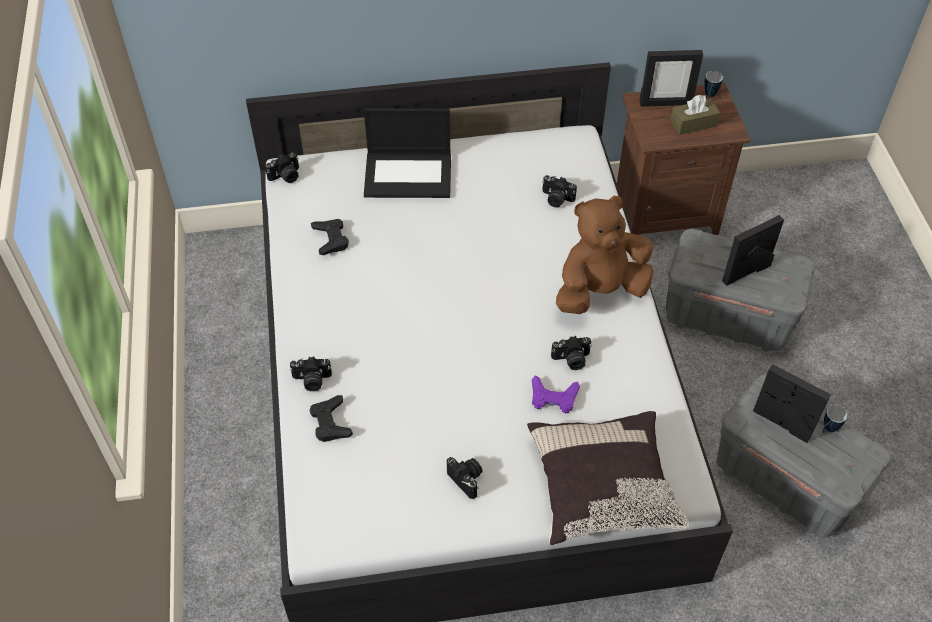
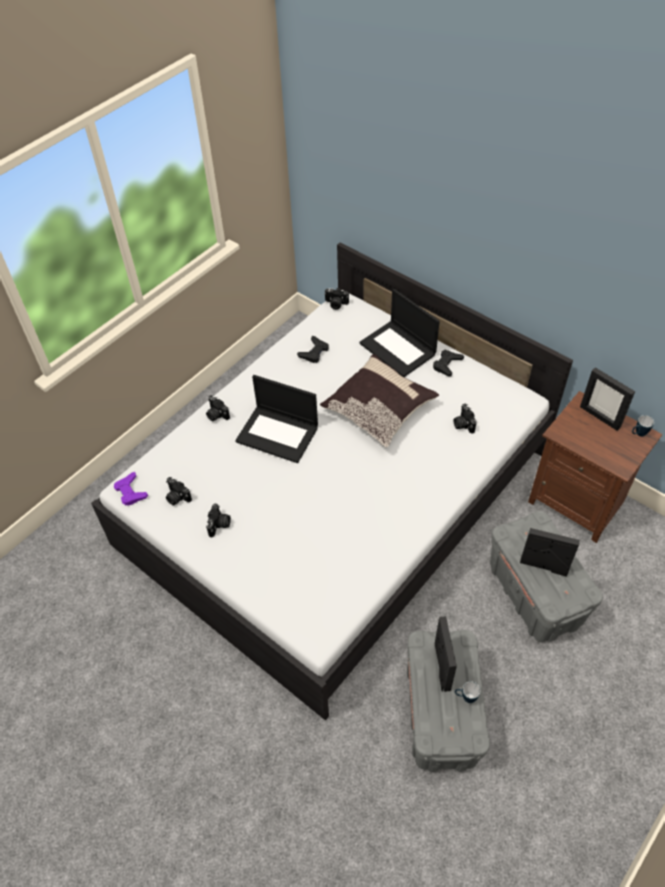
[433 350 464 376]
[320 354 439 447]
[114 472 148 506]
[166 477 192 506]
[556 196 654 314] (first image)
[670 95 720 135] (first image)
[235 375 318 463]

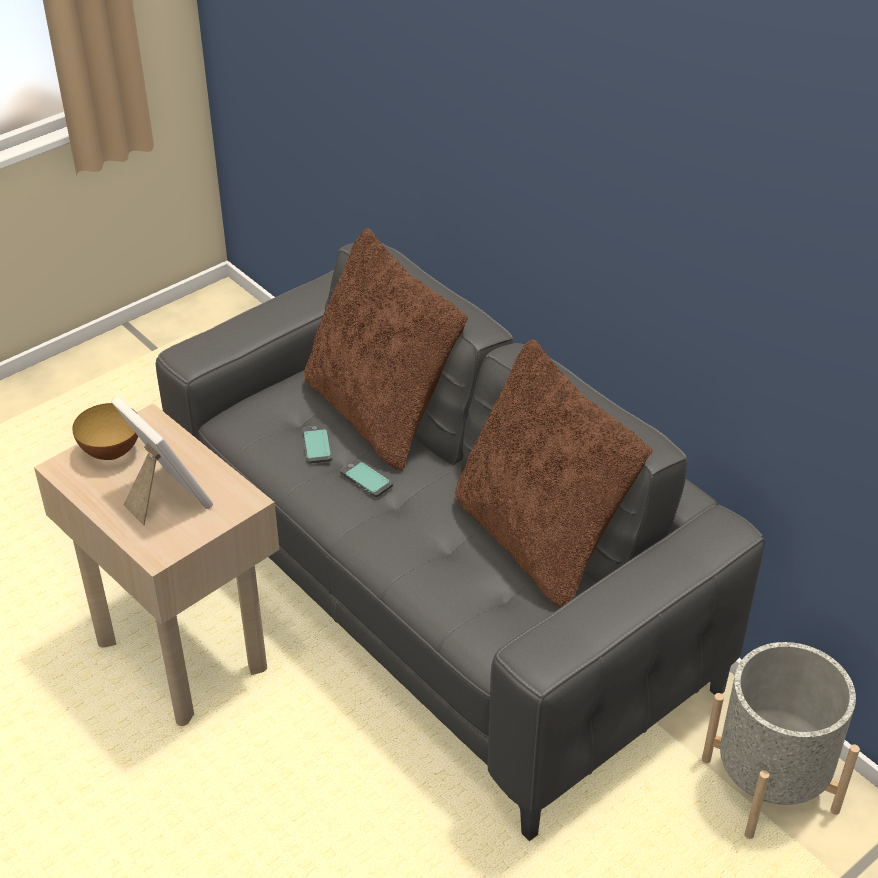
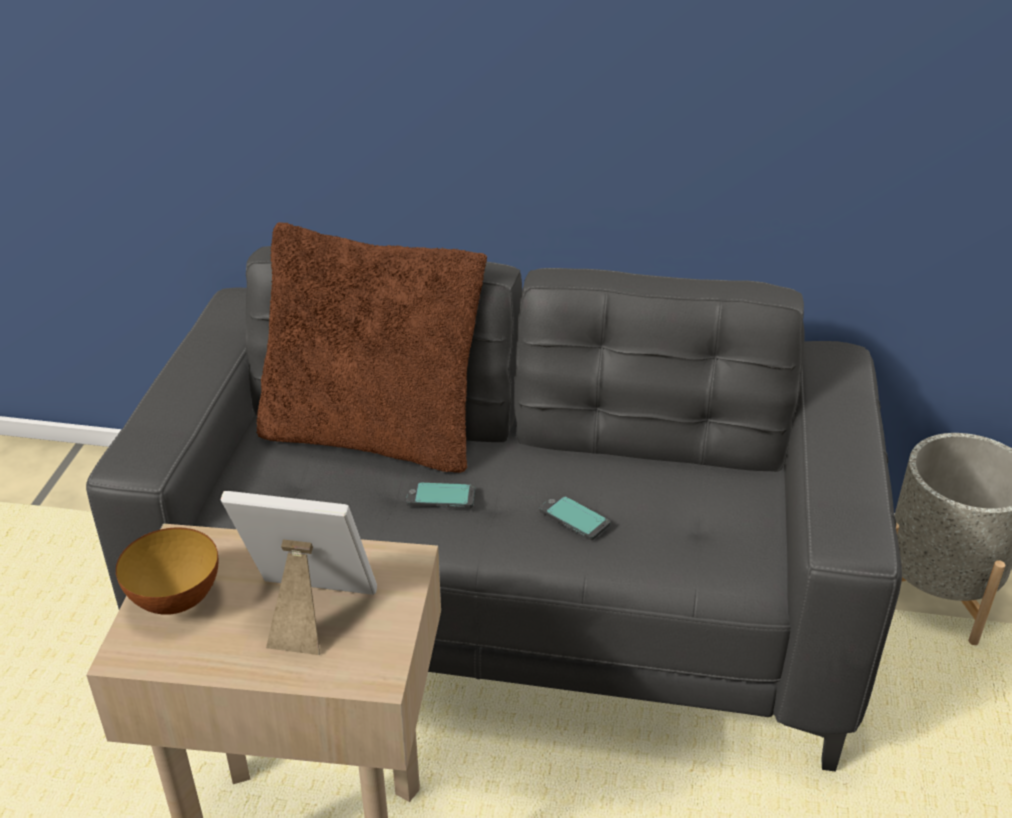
[539 493 611 540]
[455 339 653 608] (first image)

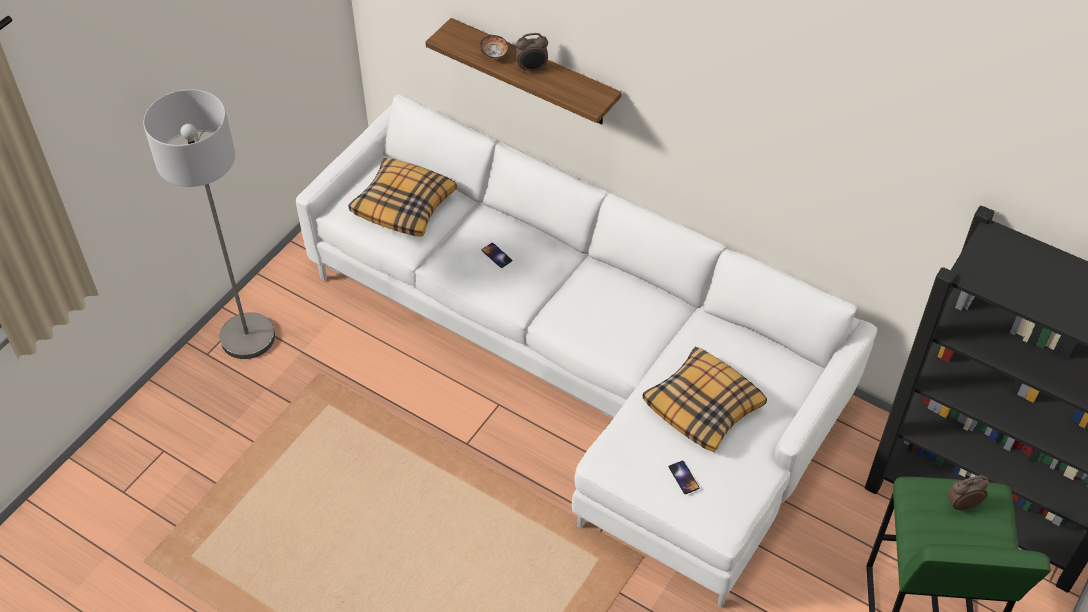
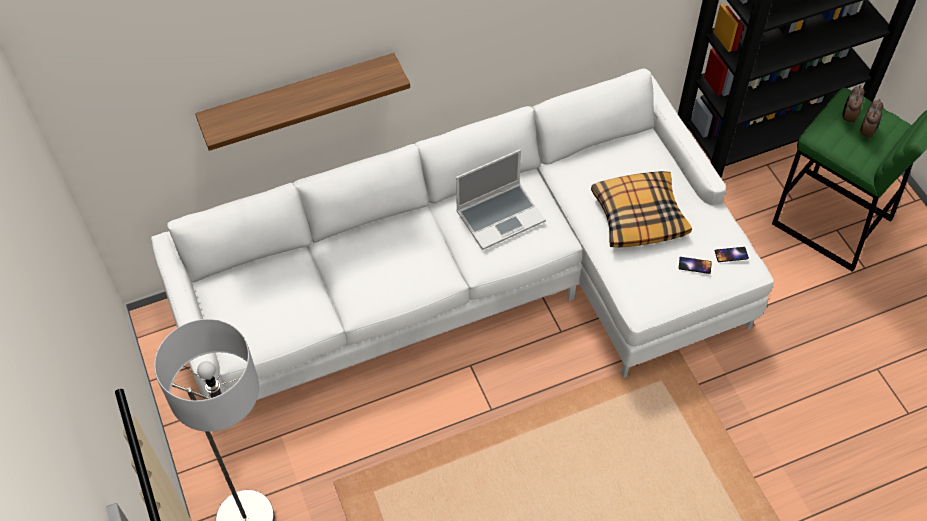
[348 158 457 237] (first image)
[480 35 509 59] (first image)
[715 247 749 262]
[860 99 884 140]
[456 149 546 250]

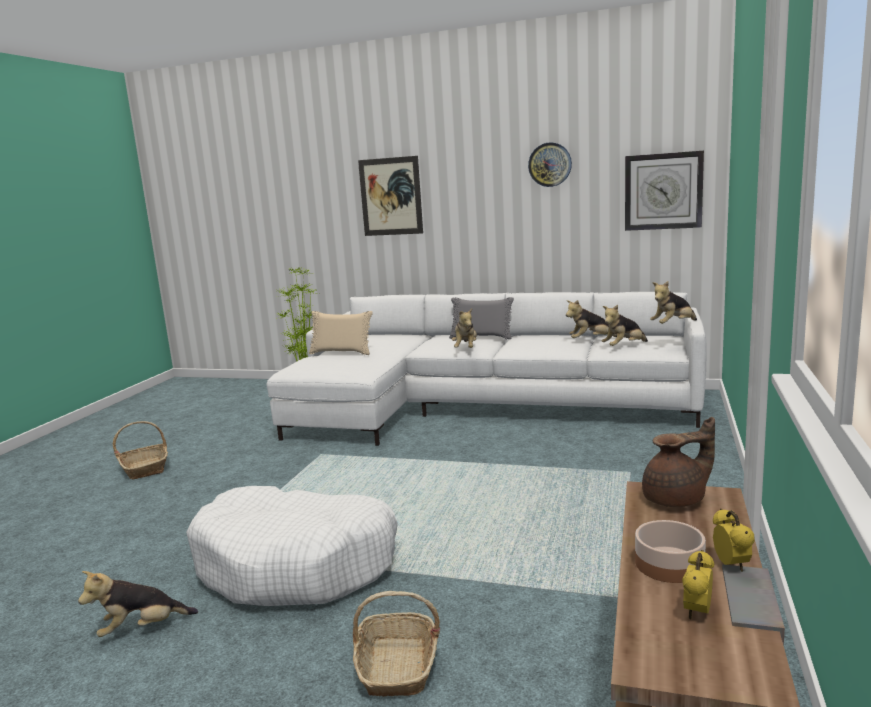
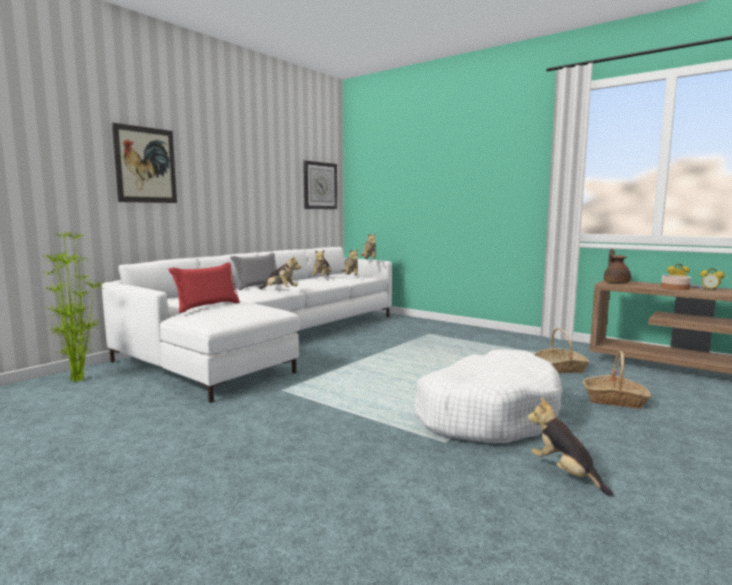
[528 398 613 497]
[534 328 590 373]
[168 263 240 313]
[528 142 572 187] (first image)

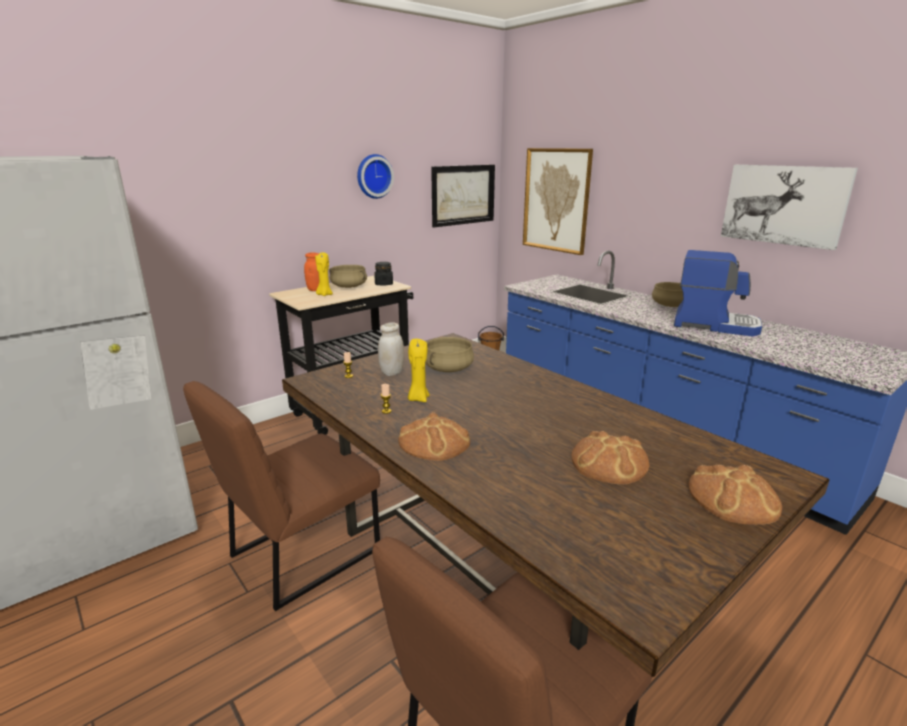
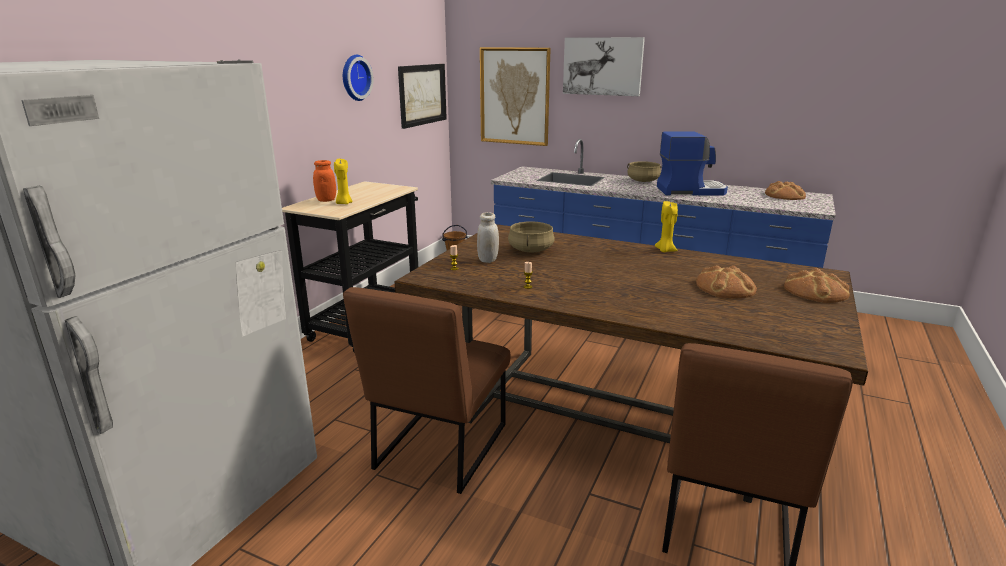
[329 265 367 288] (first image)
[375 262 393 286] (first image)
[765 181 806 200]
[655 201 678 252]
[563 37 645 96]

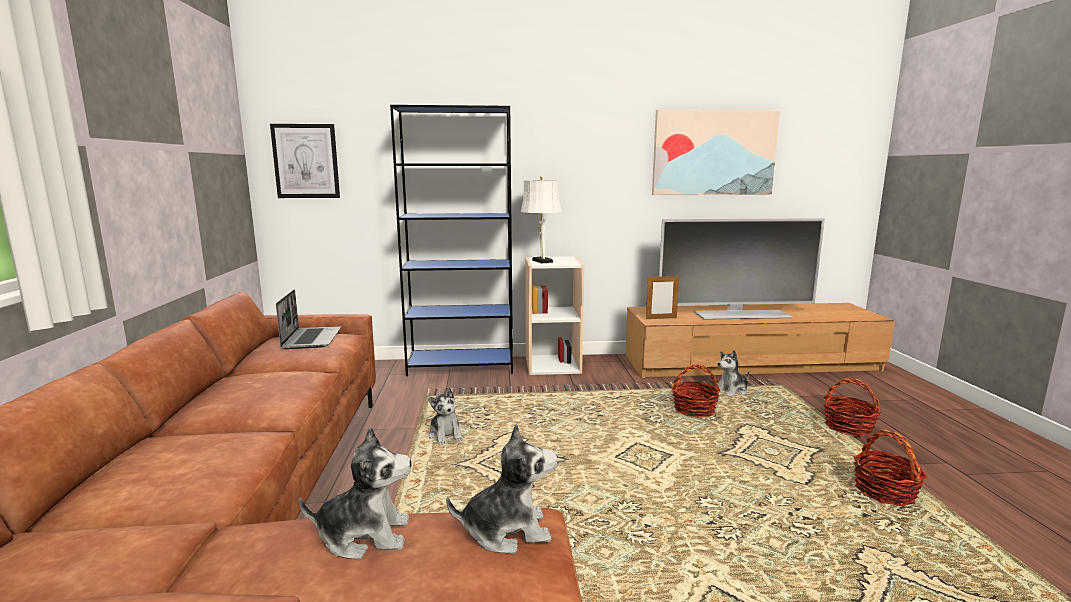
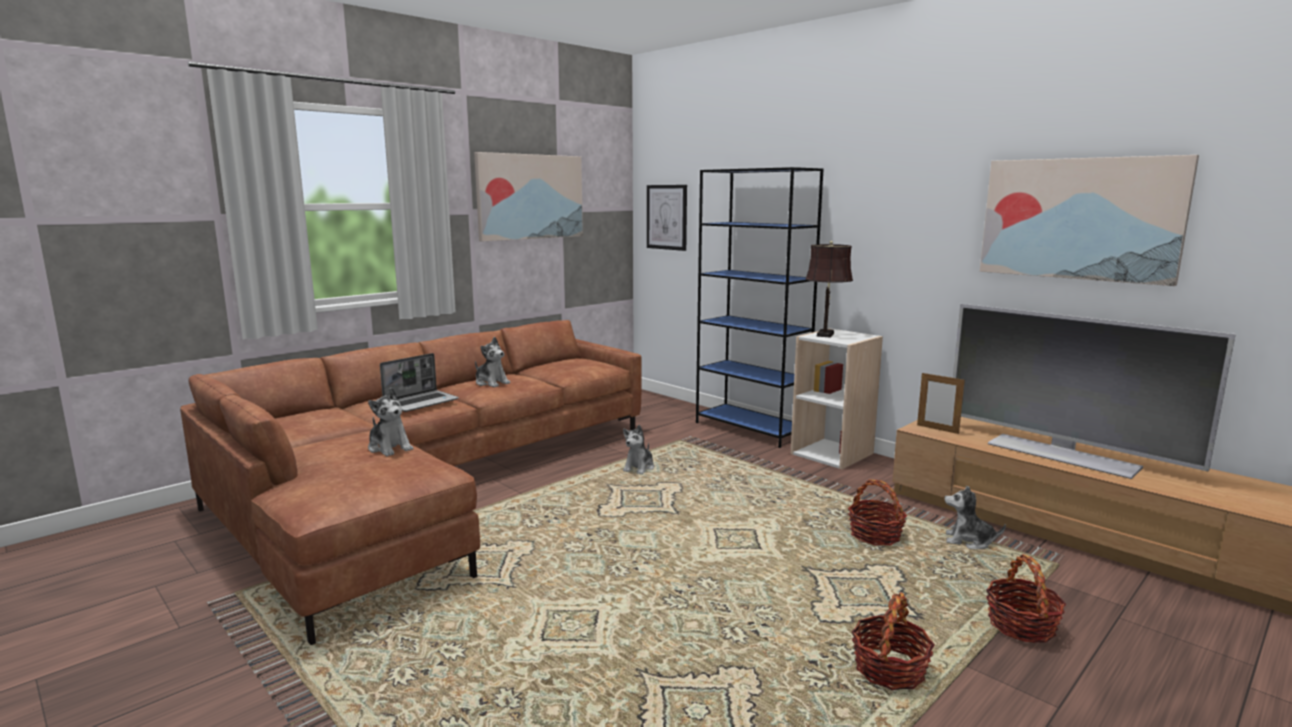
[380 353 459 412]
[475 337 510 387]
[806 241 853 338]
[474 152 583 241]

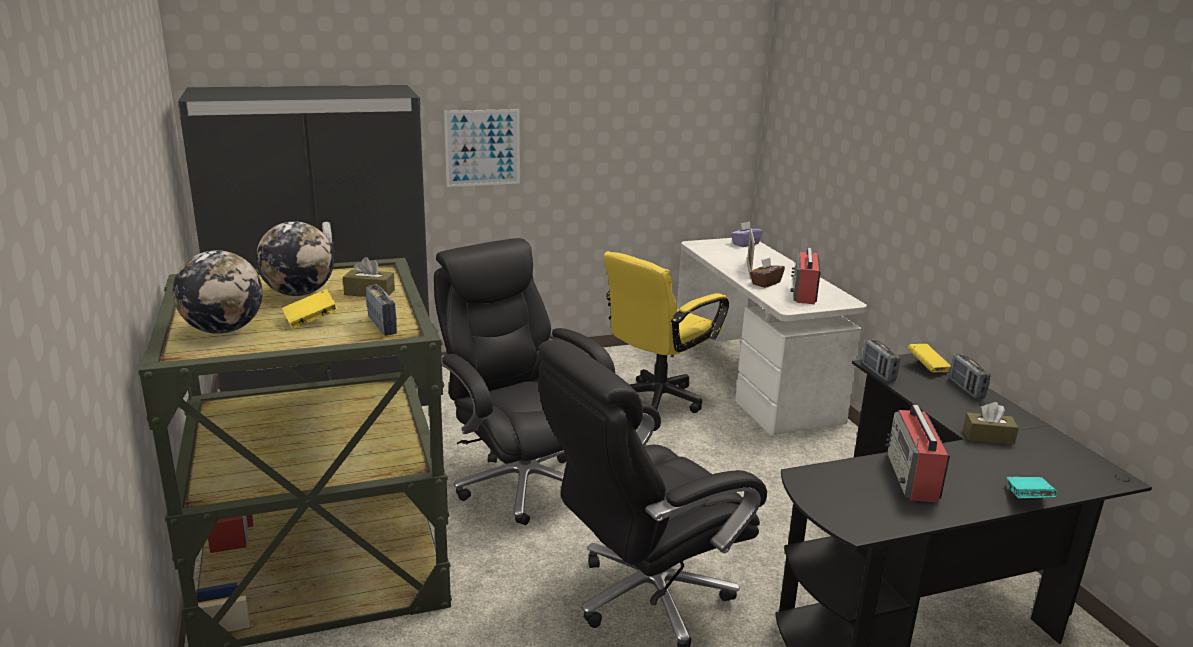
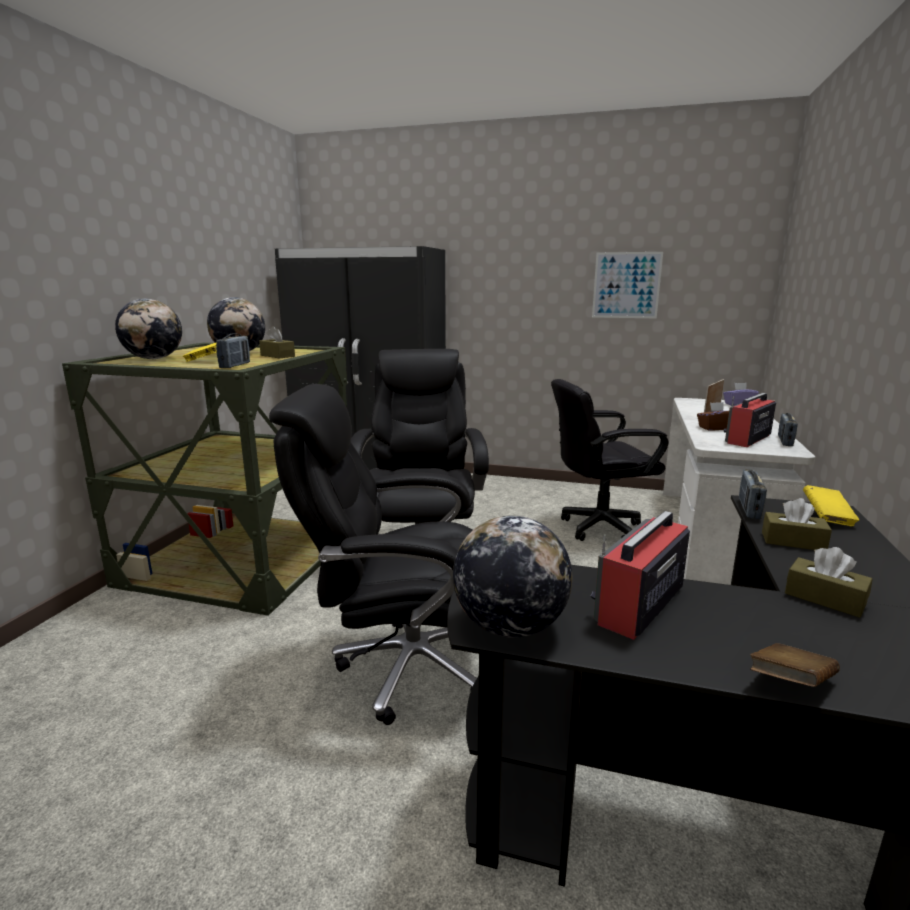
[592 252 663 318]
[551 379 669 541]
[778 413 798 446]
[750 643 840 687]
[453 515 572 638]
[762 498 832 550]

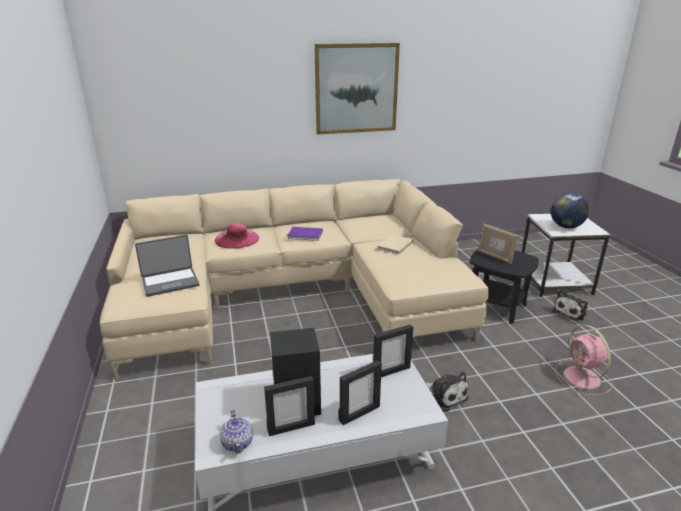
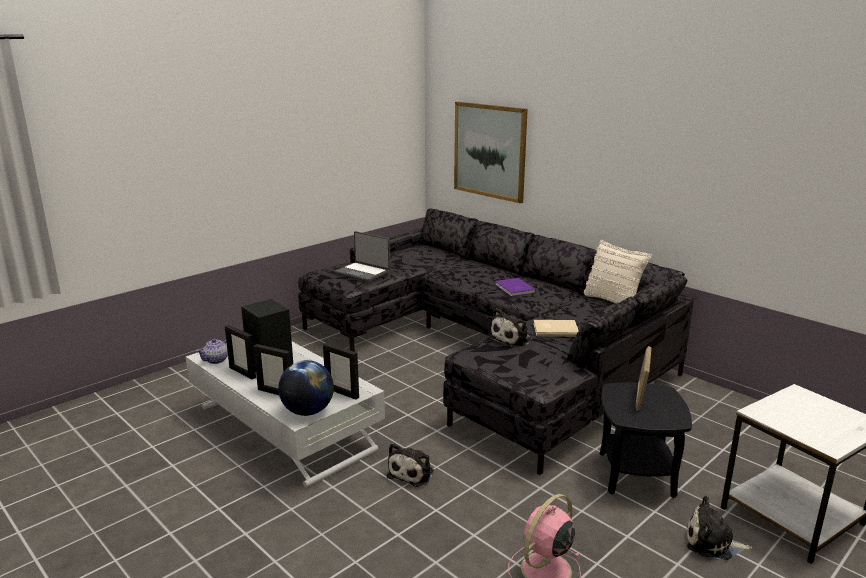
[298 208 694 475]
[215 223 259 249] (first image)
[454 102 528 203]
[278 360 334 416]
[489 308 532 348]
[584 240 652 303]

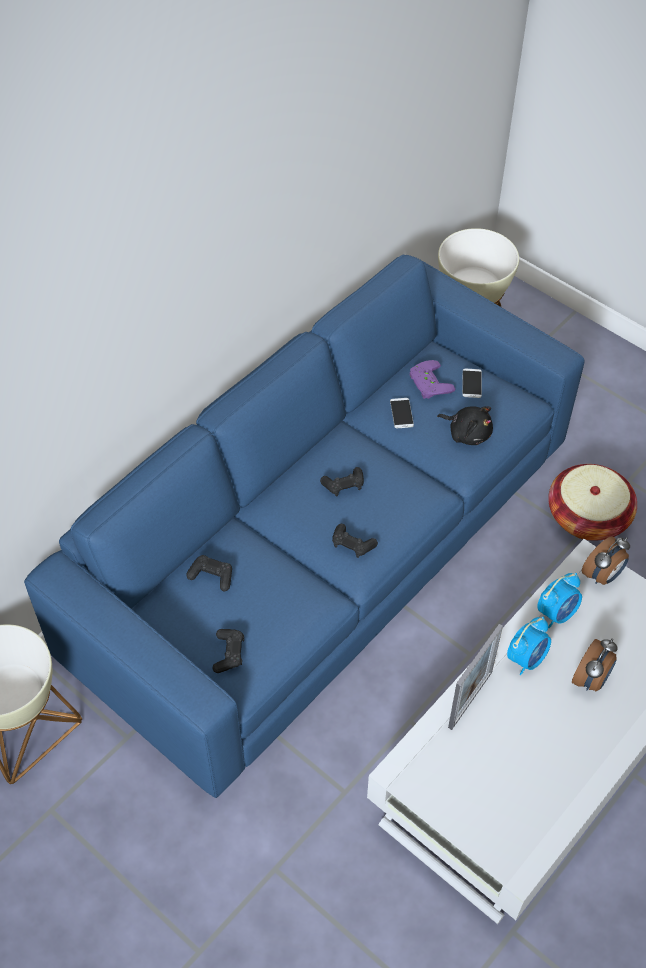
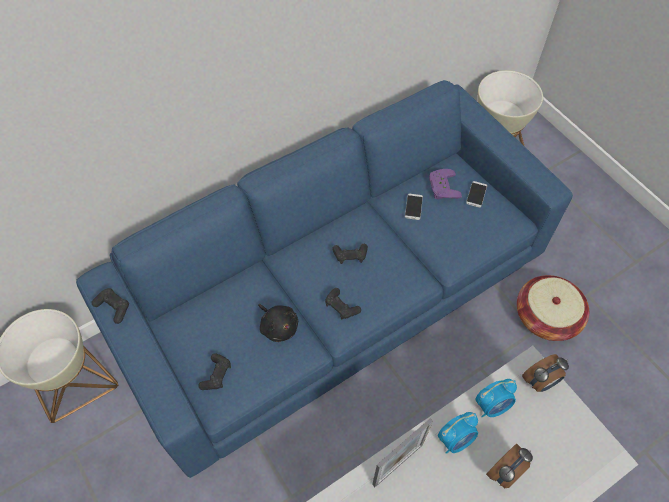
[92 288 129 324]
[258 304 298 342]

